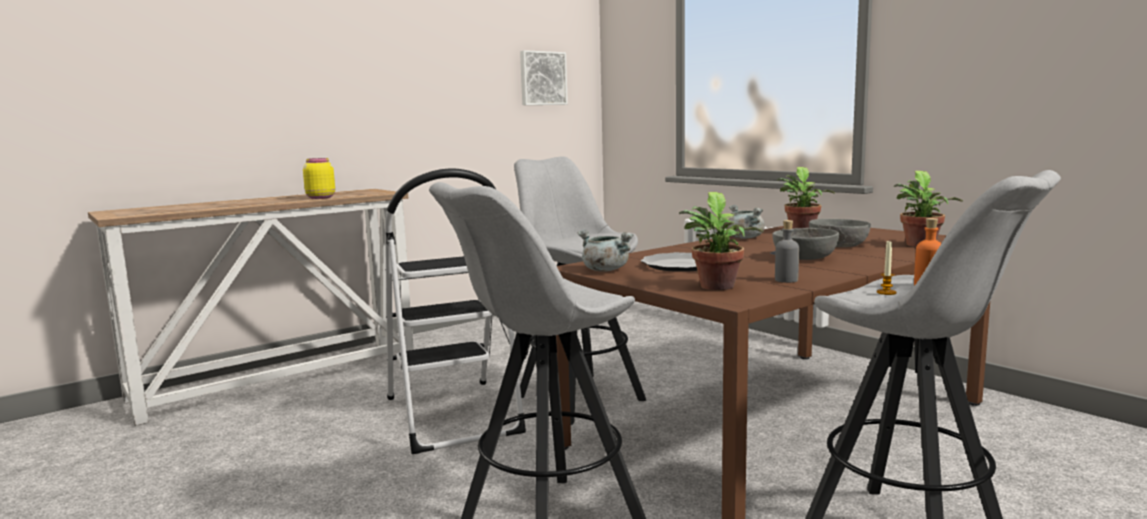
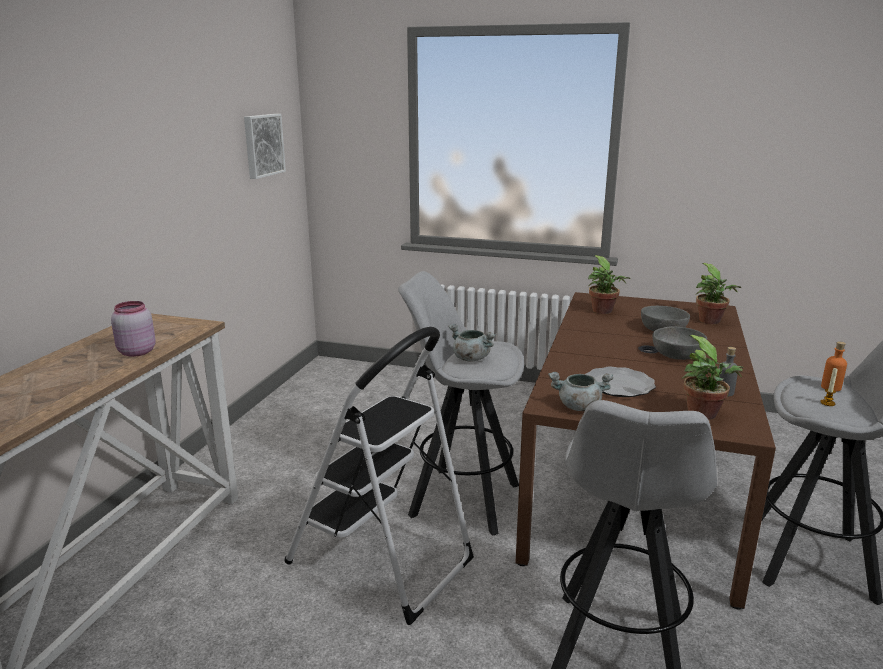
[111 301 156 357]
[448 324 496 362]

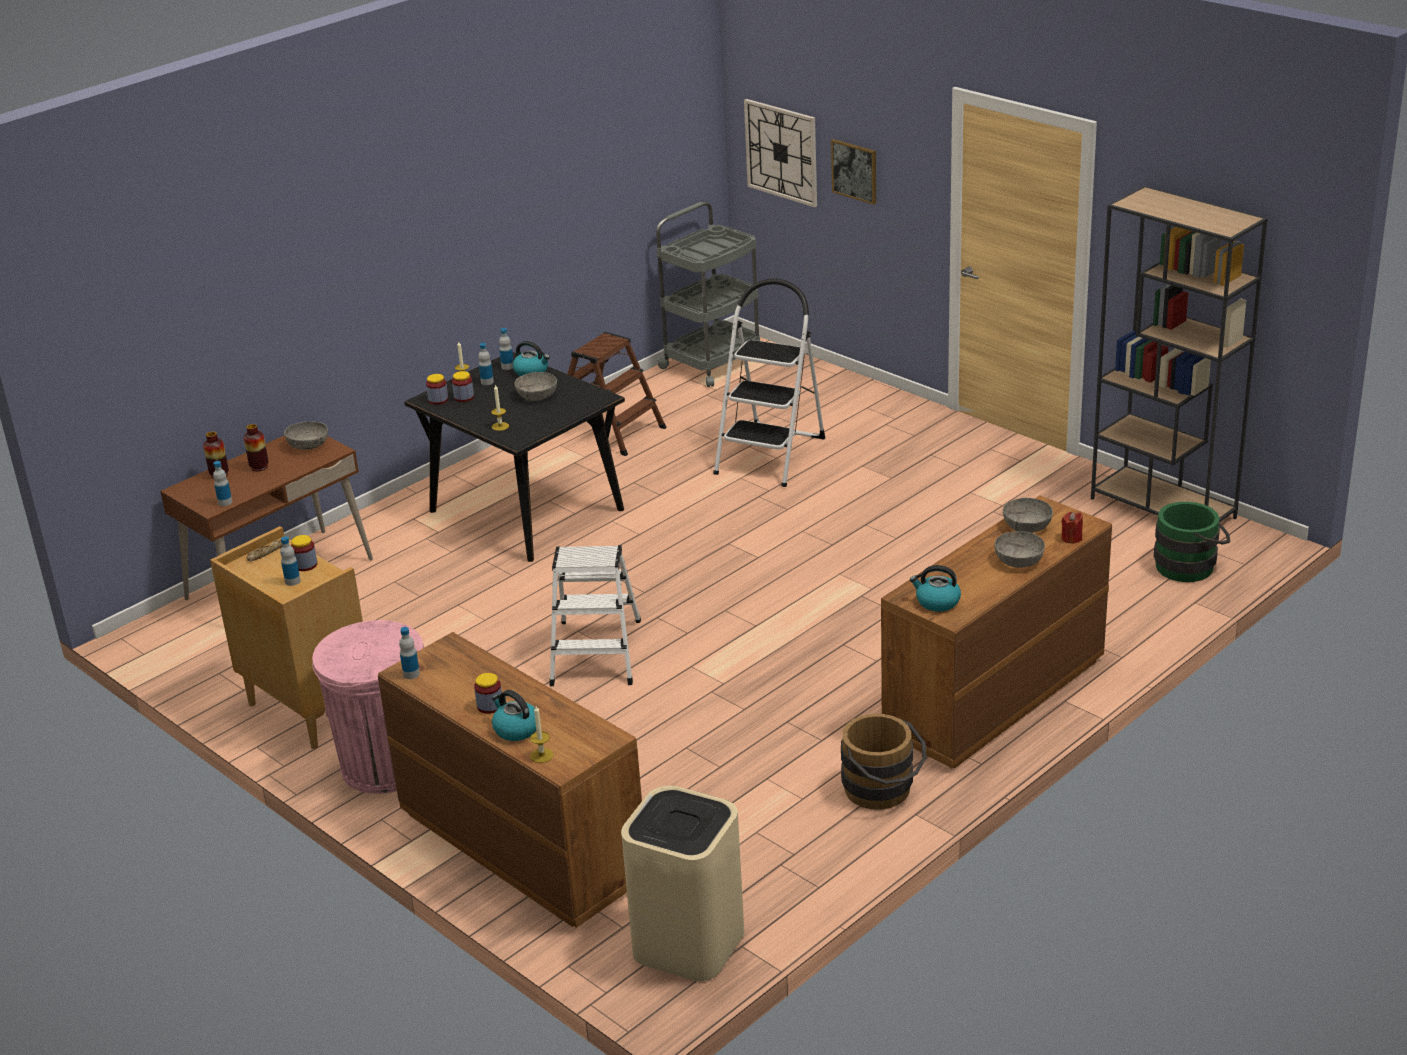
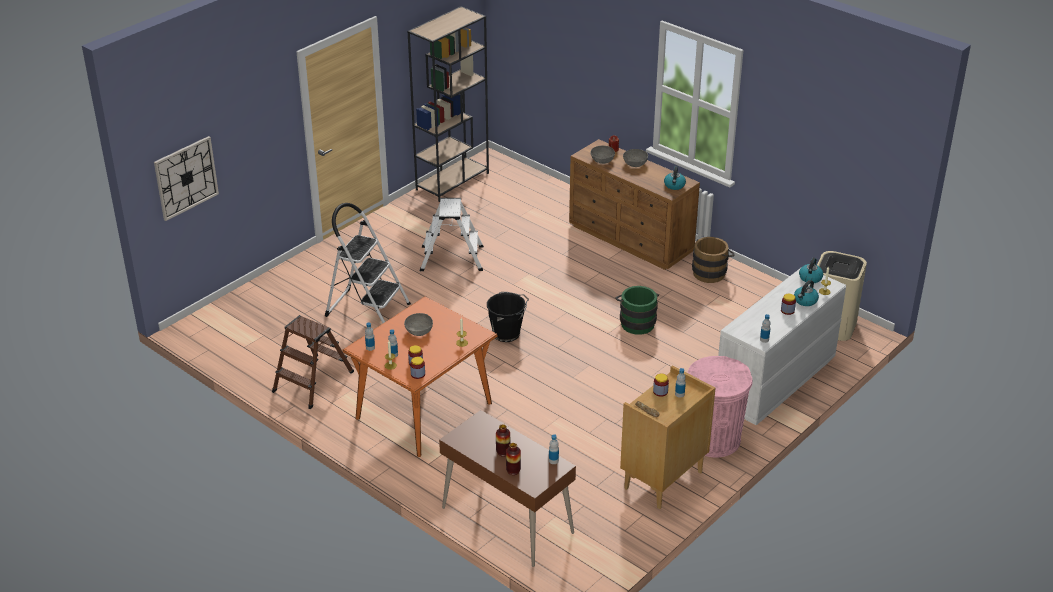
[284 421 328 450] (first image)
[718 266 846 425]
[342 296 497 457]
[799 258 823 283]
[420 198 484 271]
[656 202 760 387] (first image)
[831 139 876 205] (first image)
[615 286 659 335]
[487 292 529 342]

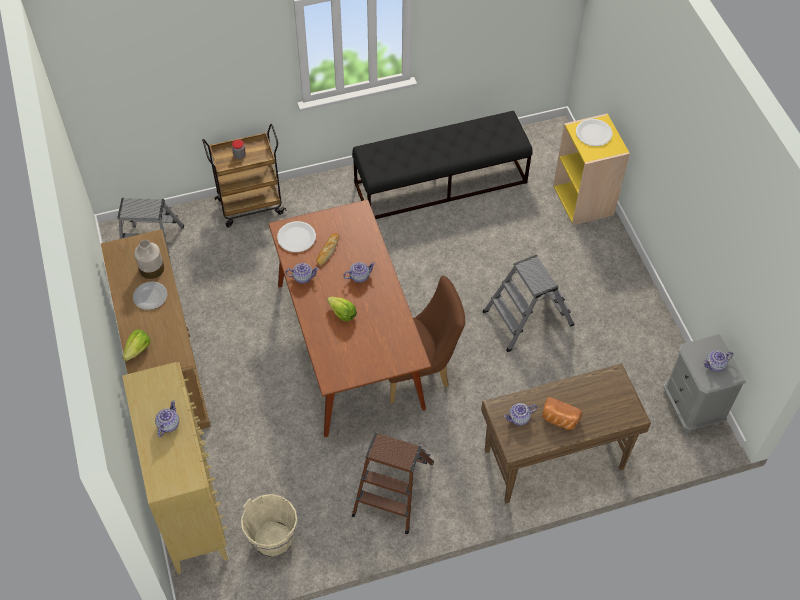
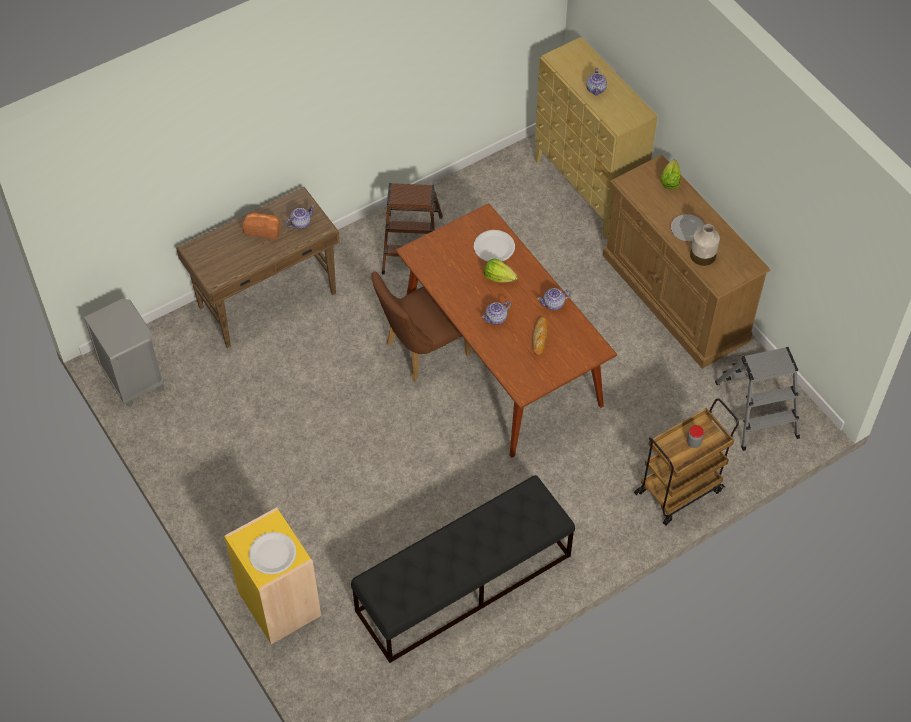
[241 494 297 558] (first image)
[474 230 515 262]
[482 255 575 352] (first image)
[703 350 733 372] (first image)

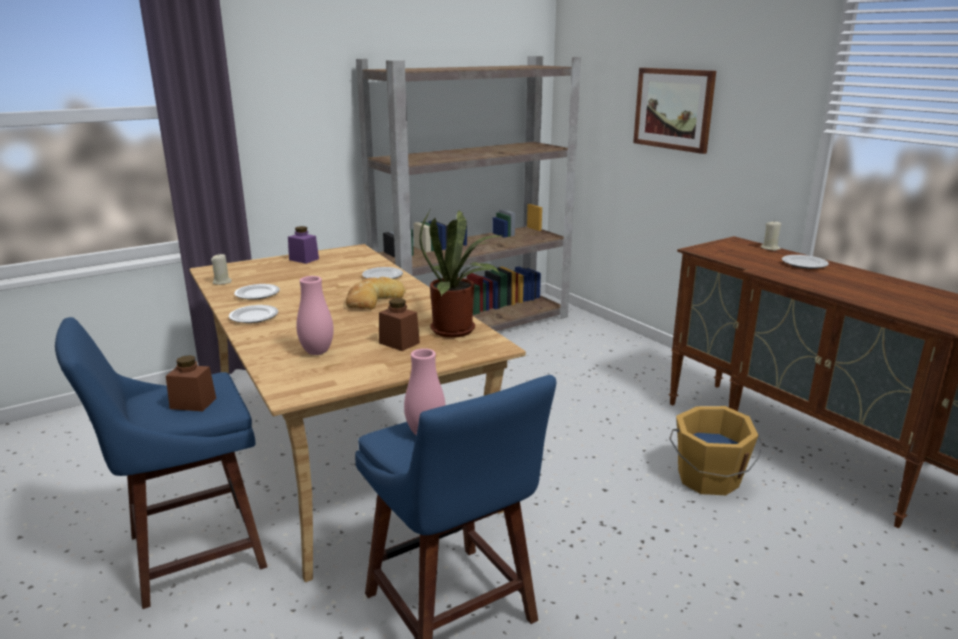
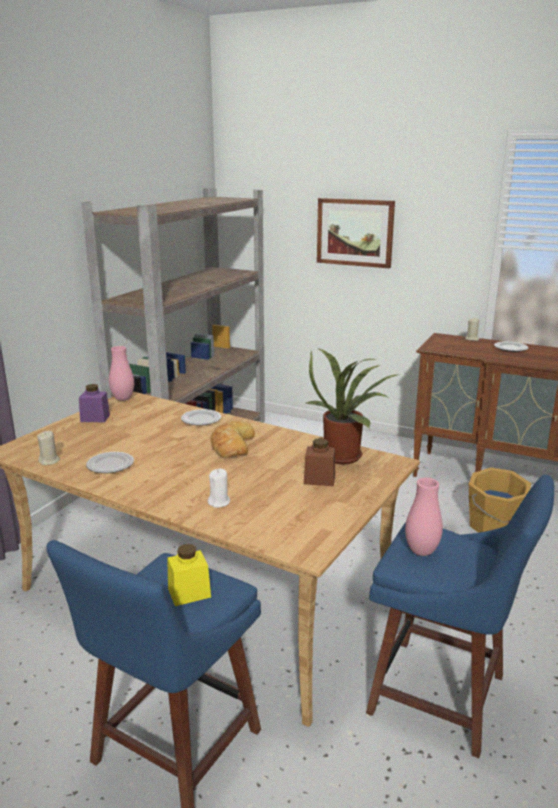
[167 544 211 606]
[229 305 278 323] (first image)
[109 346 134 401]
[207 468 230 508]

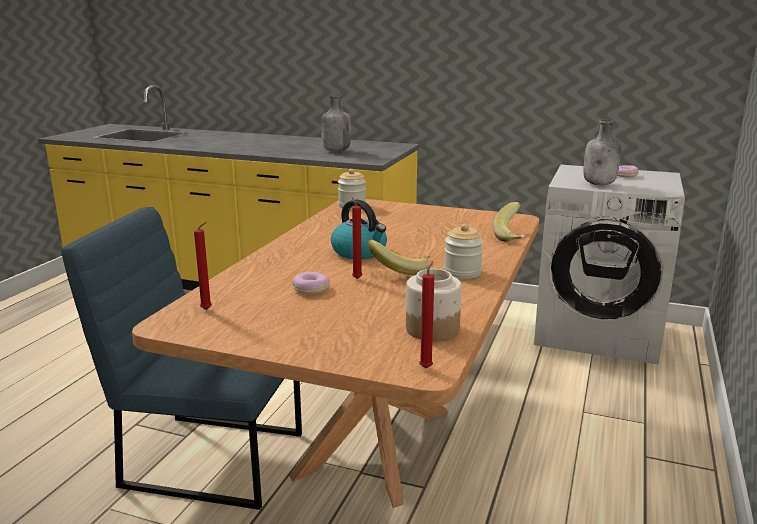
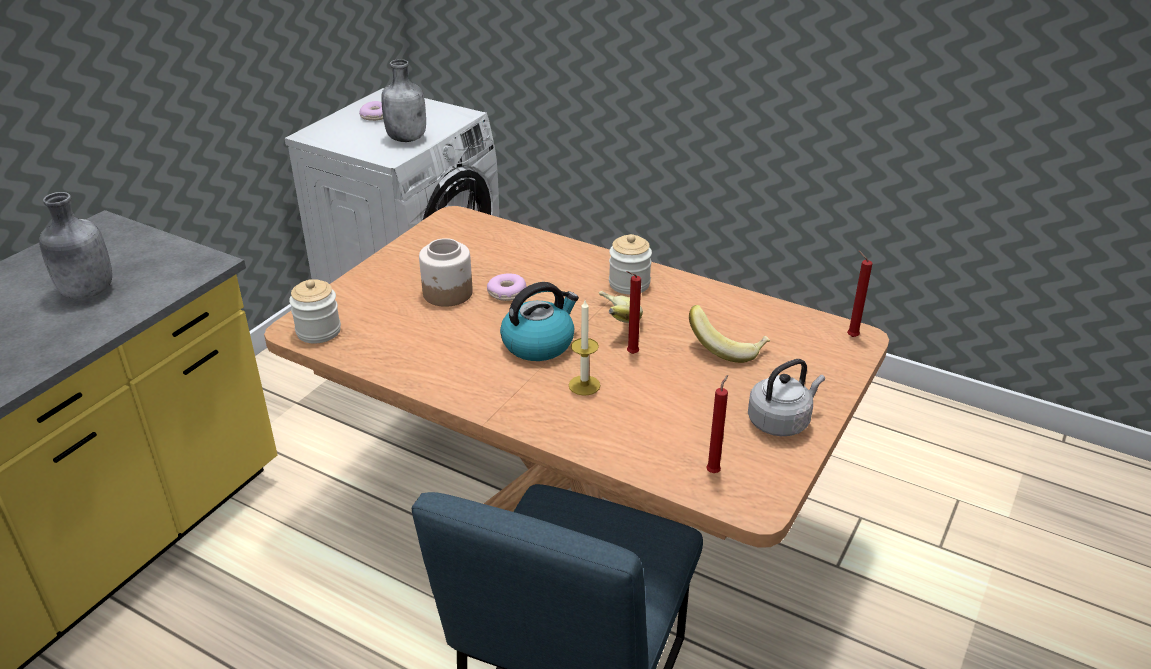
[487 274 527 301]
[419 238 473 307]
[689 305 770 363]
[569 300 600 396]
[748 359 825 436]

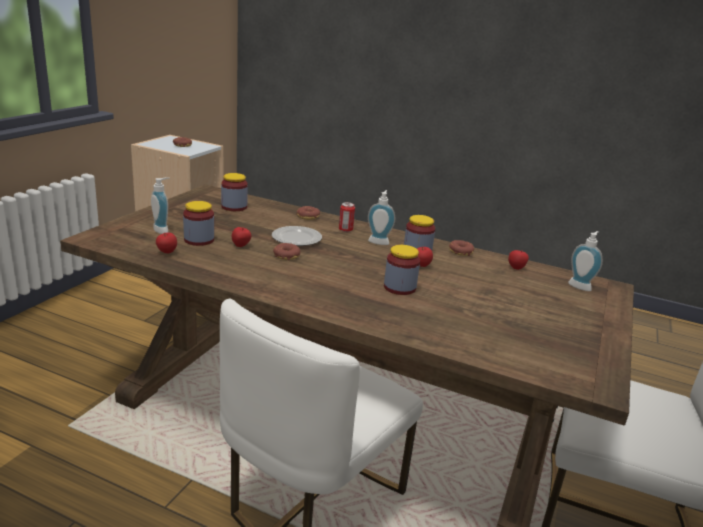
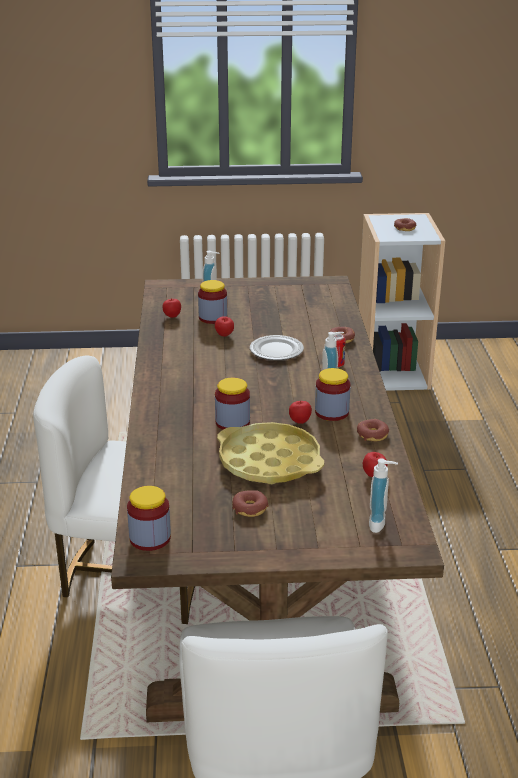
[127 486 171 551]
[232 490 269 517]
[217 422 324 484]

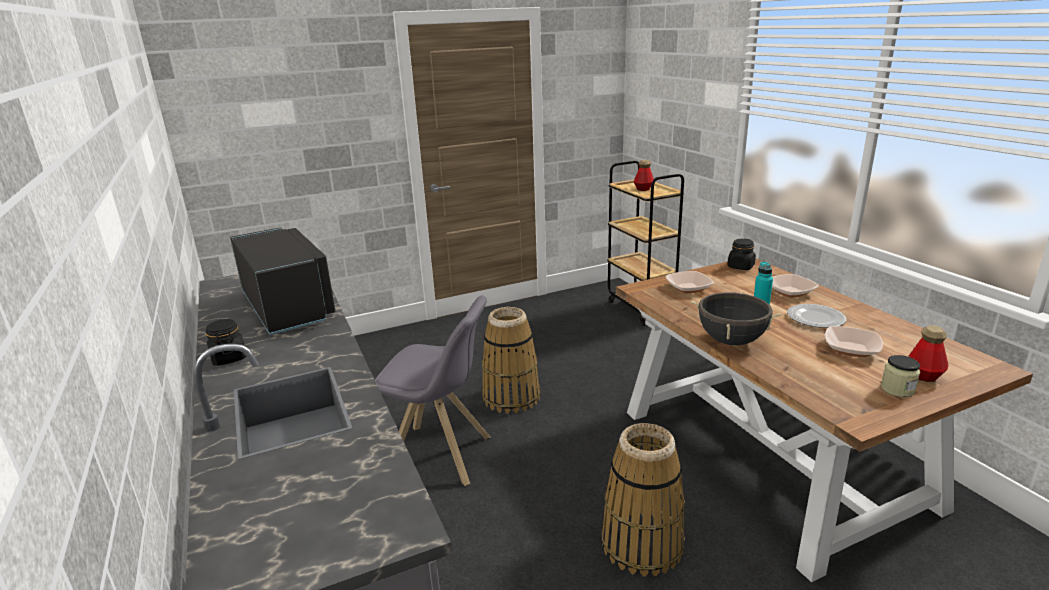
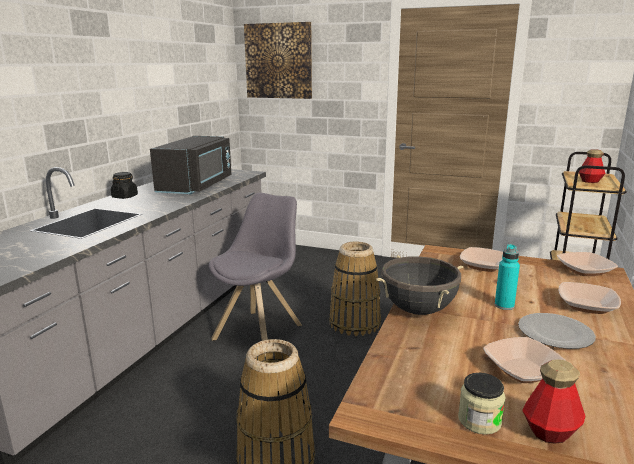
[209 193 302 357]
[557 252 618 276]
[244 22 312 99]

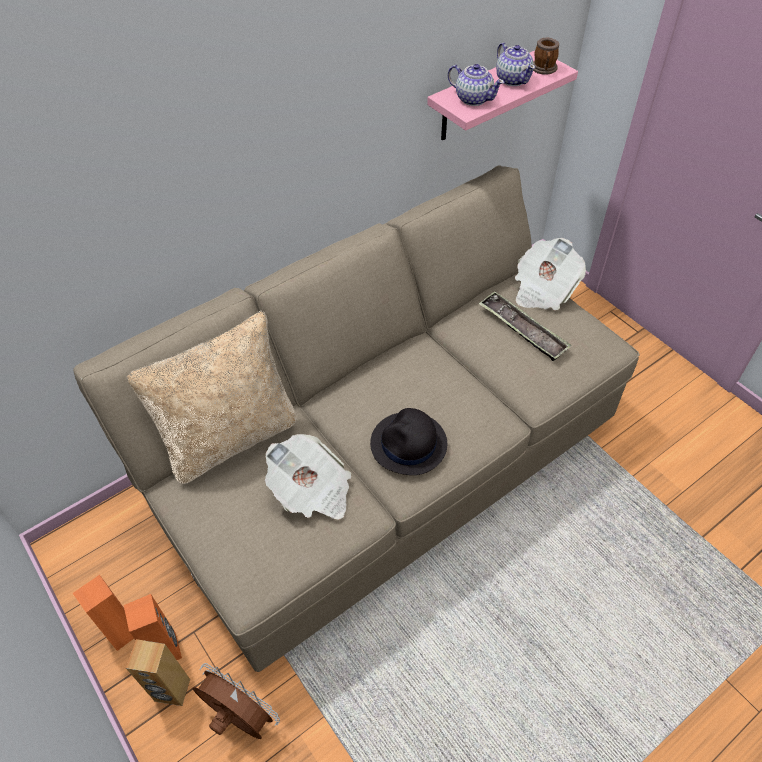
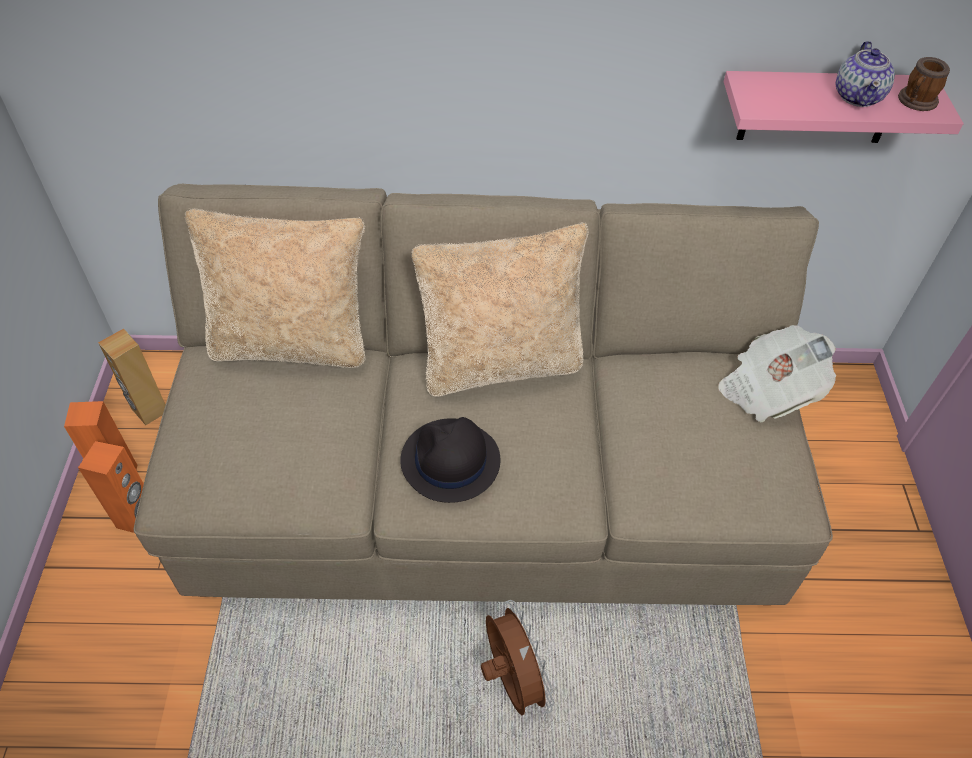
[98 329 165 425]
[481 600 554 715]
[265 434 351 520] (first image)
[448 64 504 106] (first image)
[479 291 572 361] (first image)
[411 222 589 396]

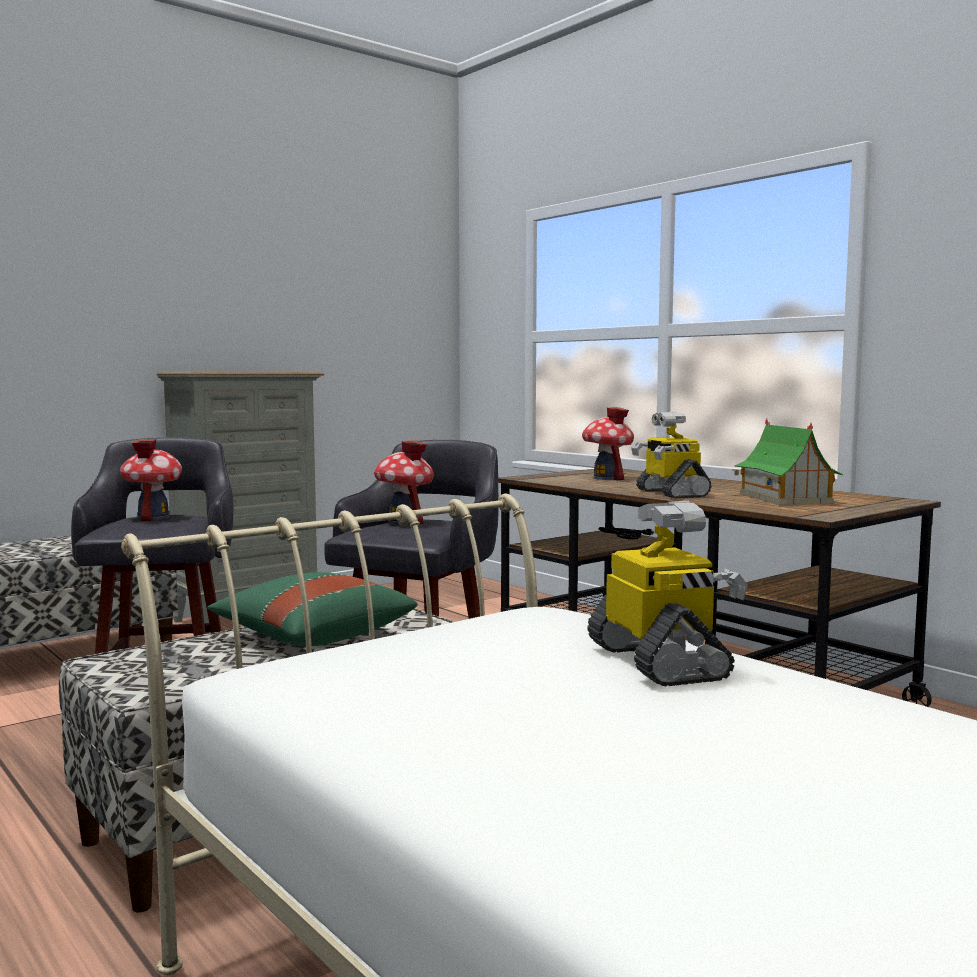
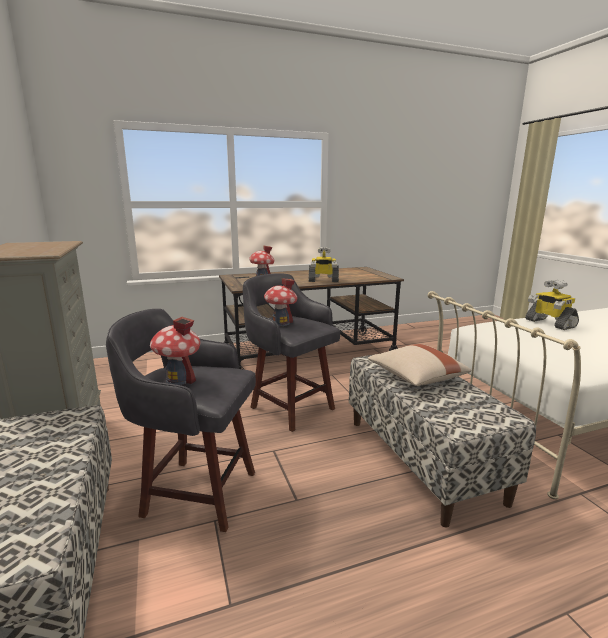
[368 344 471 386]
[525 280 579 330]
[732 419 843 505] (first image)

